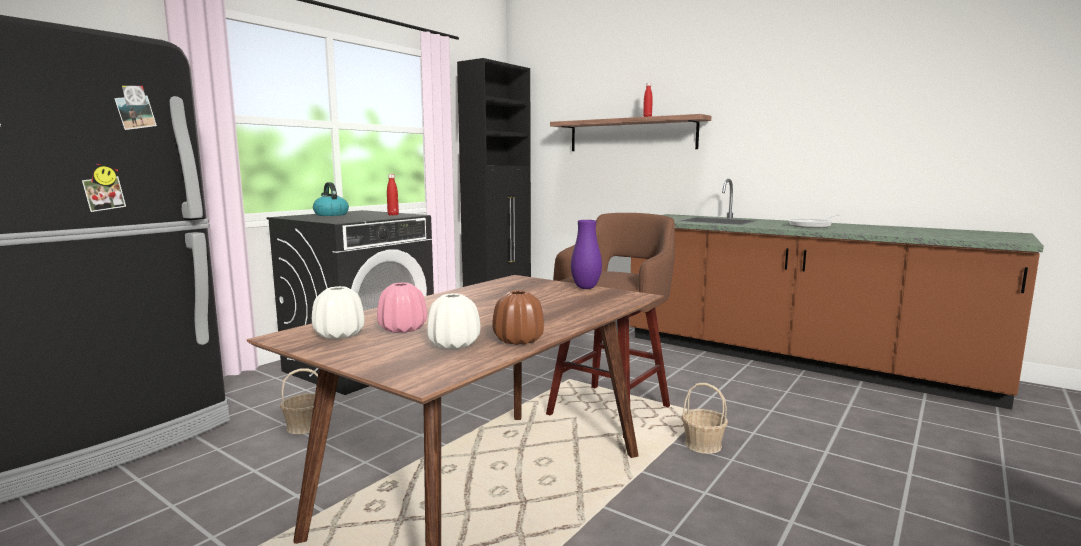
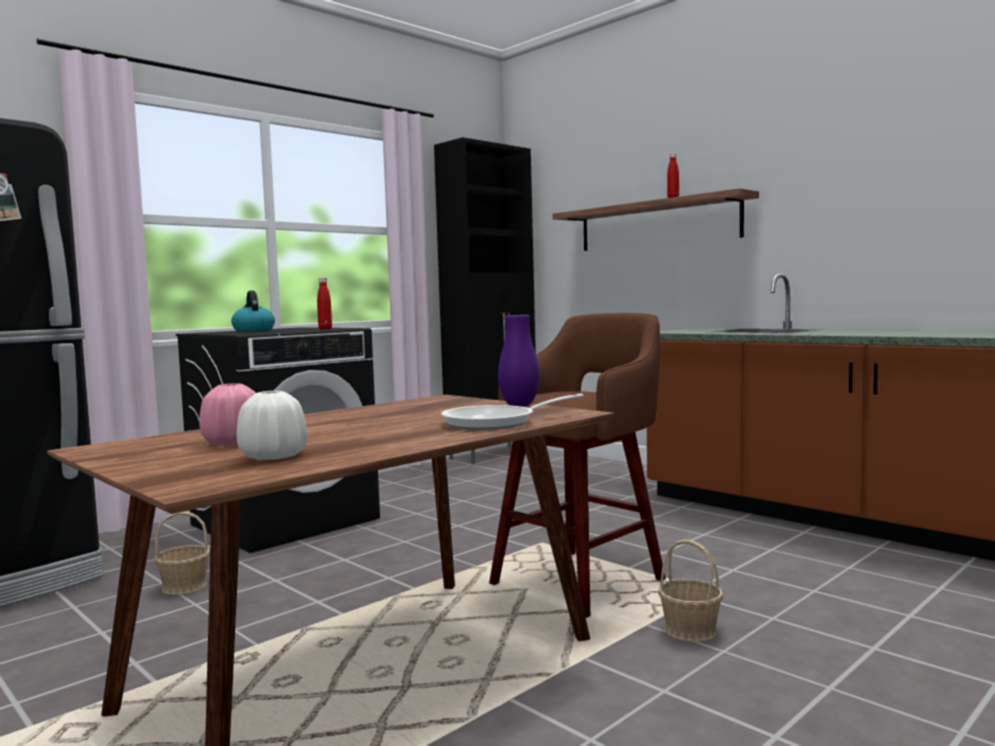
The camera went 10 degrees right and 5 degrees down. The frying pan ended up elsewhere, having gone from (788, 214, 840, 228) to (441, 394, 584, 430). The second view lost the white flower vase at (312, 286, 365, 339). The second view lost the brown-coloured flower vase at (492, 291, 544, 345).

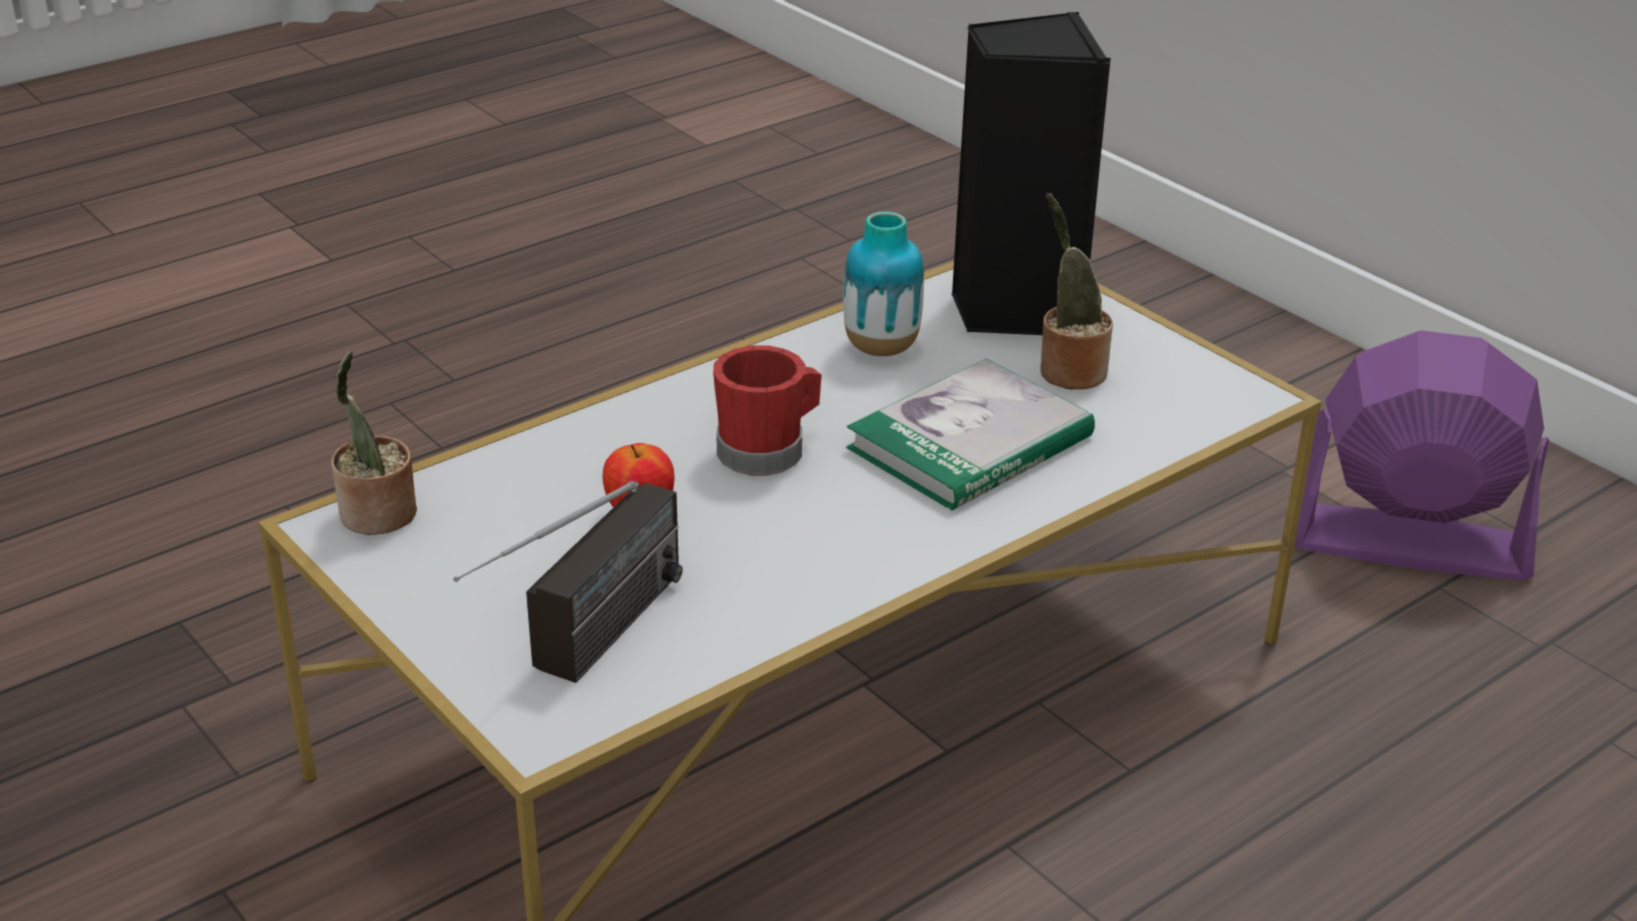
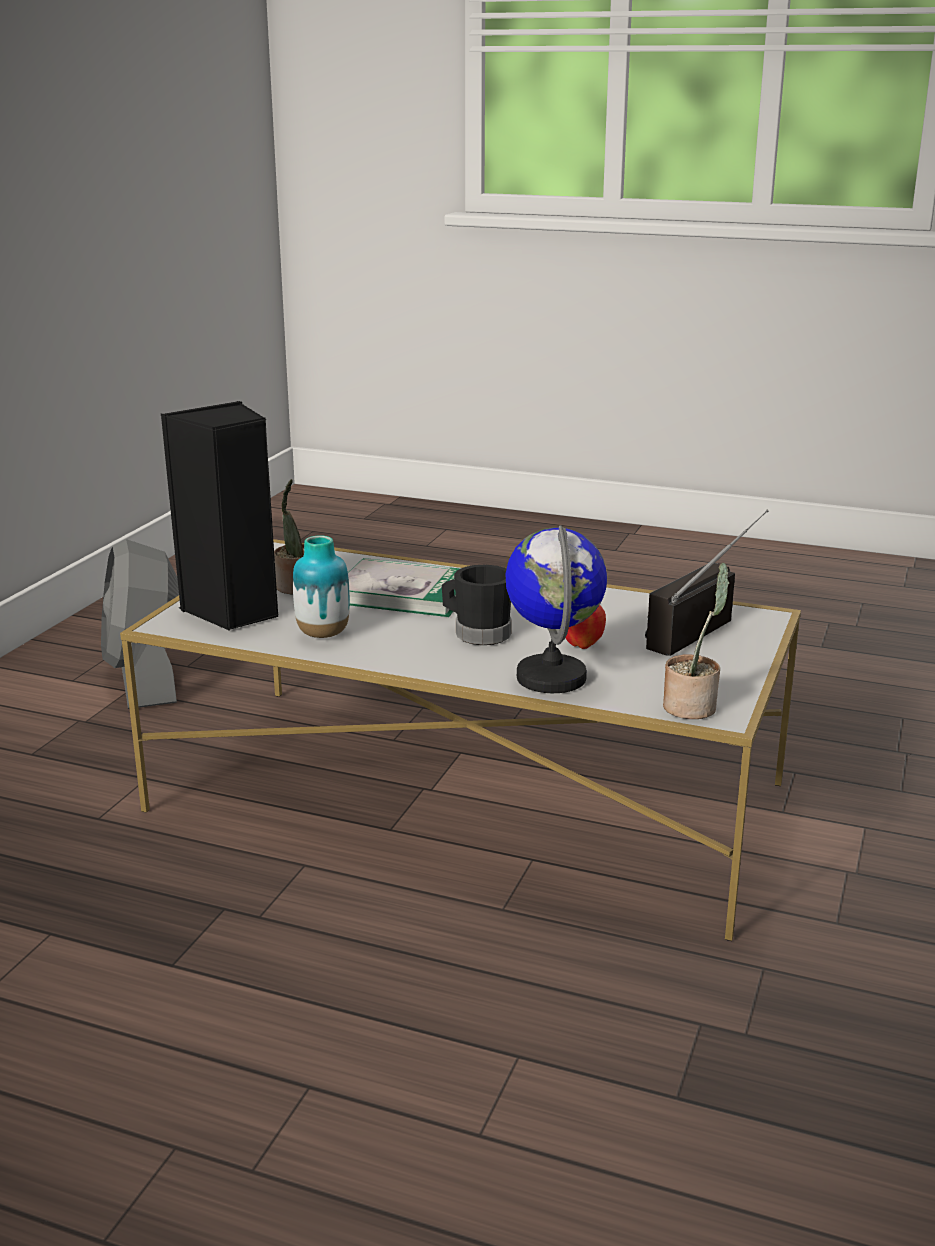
The camera went 120 degrees left and 10 degrees down. What was the purplish fan at (1294, 330, 1549, 581) turned into the greyish fan at (101, 539, 179, 709). What was the reddish mug at (713, 345, 822, 476) turned into the blackish mug at (442, 565, 512, 645). The second view gained the desk globe at (505, 525, 607, 693). The radio set at (453, 481, 683, 683) ended up facing another way, 45 degrees counterclockwise from before.

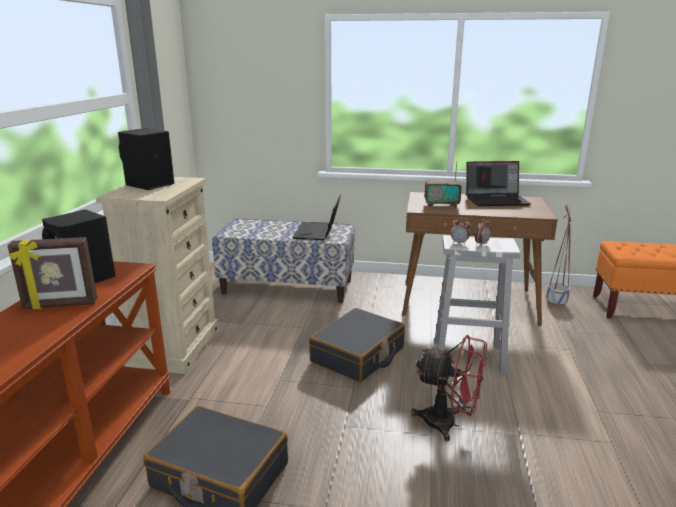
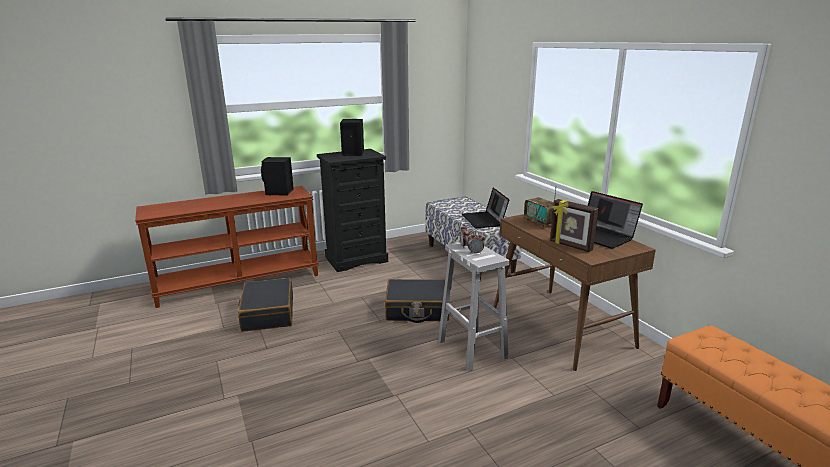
The camera went 55 degrees right and 0 degrees up. What was the beige-coloured drawer chest at (96, 177, 219, 374) turned into the blackish drawer chest at (317, 149, 388, 272). The portable computer at (292, 194, 341, 240) ended up facing another way, 75 degrees counterclockwise from before. The photo frame ended up elsewhere, having gone from (7, 237, 97, 310) to (550, 199, 598, 252). The second view lost the reddish fan at (411, 335, 487, 441). The second view lost the planter at (546, 205, 571, 307).

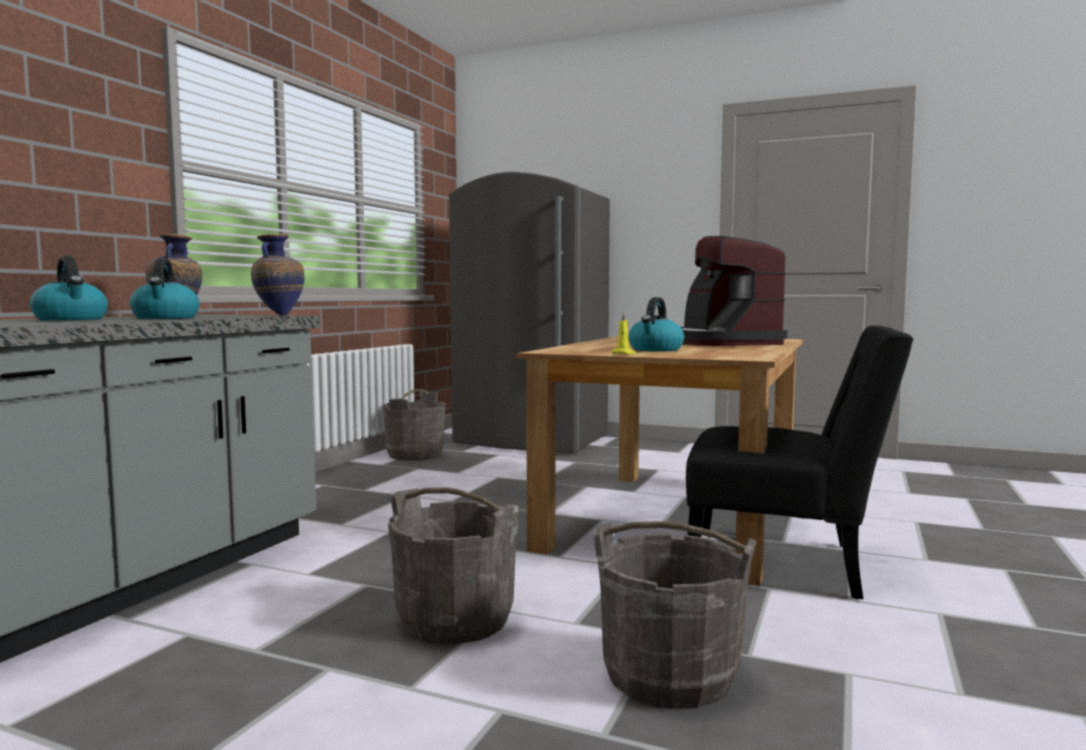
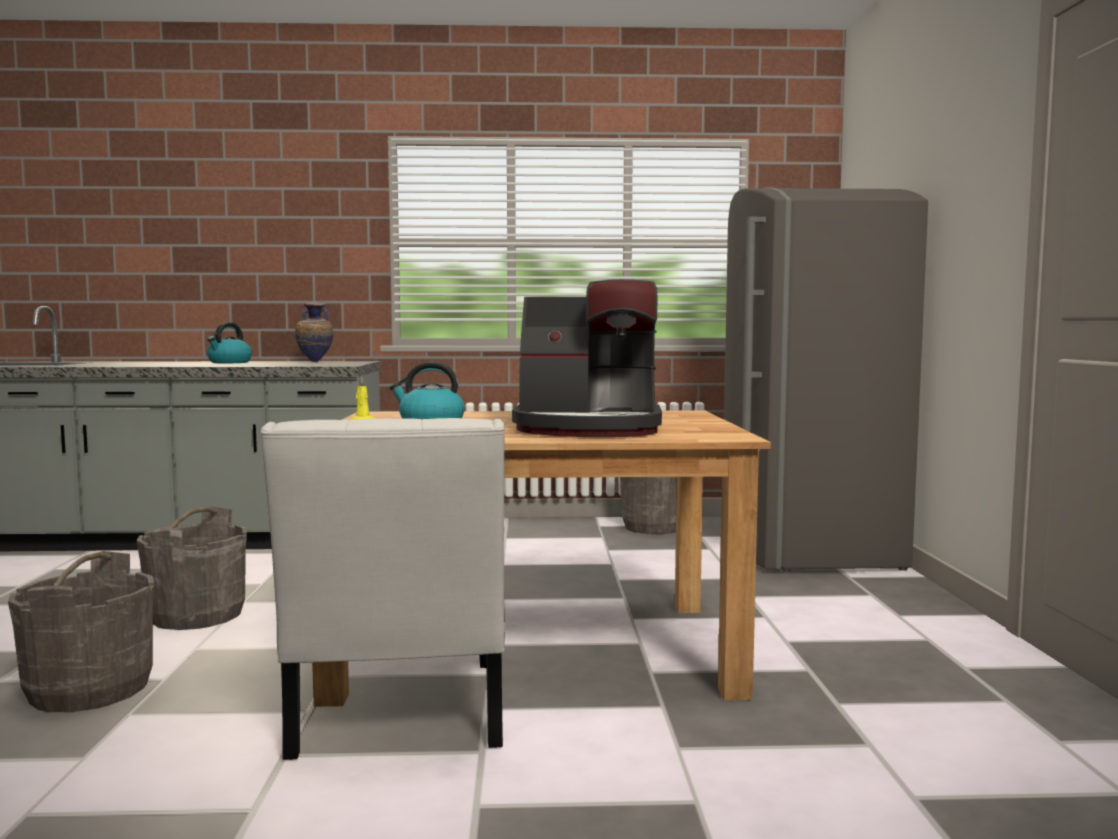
The camera went 65 degrees right and 0 degrees up. What was the blackish plain chair at (686, 325, 914, 599) turned into the white plain chair at (261, 418, 505, 760). The coffee brewer at (681, 236, 788, 346) ended up facing another way, 135 degrees counterclockwise from before. The second view lost the tea kettle at (129, 258, 200, 319). The second view lost the flower vase at (251, 234, 304, 316).

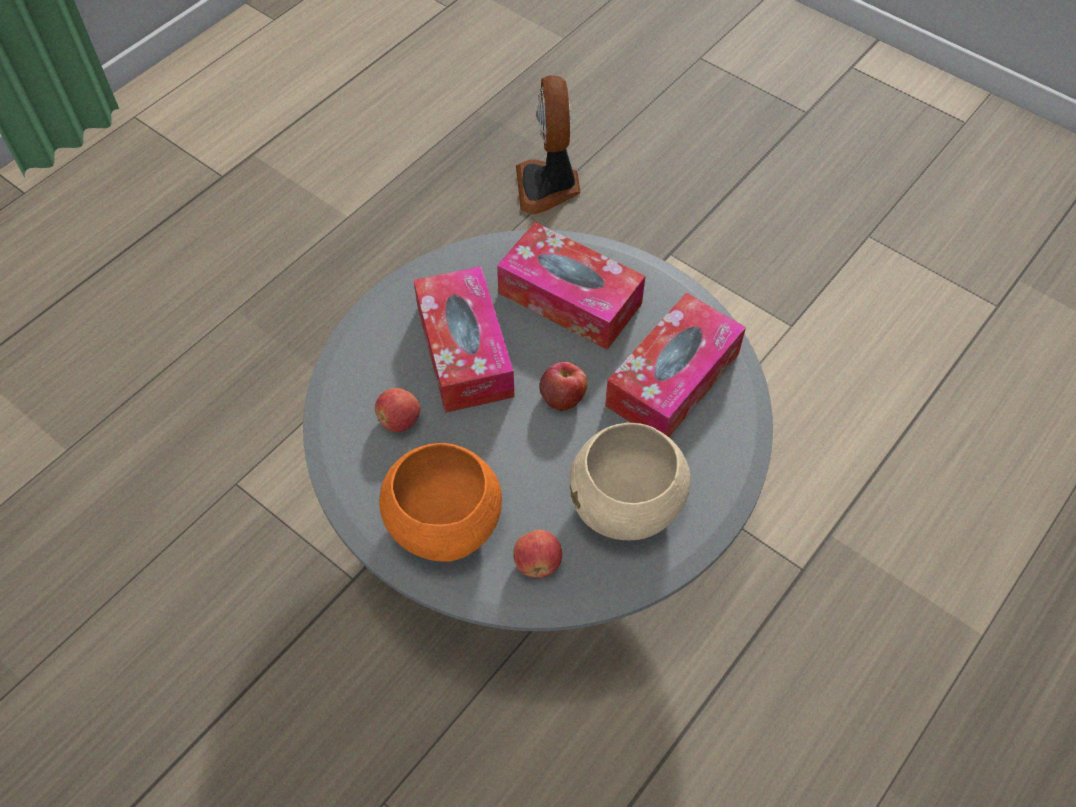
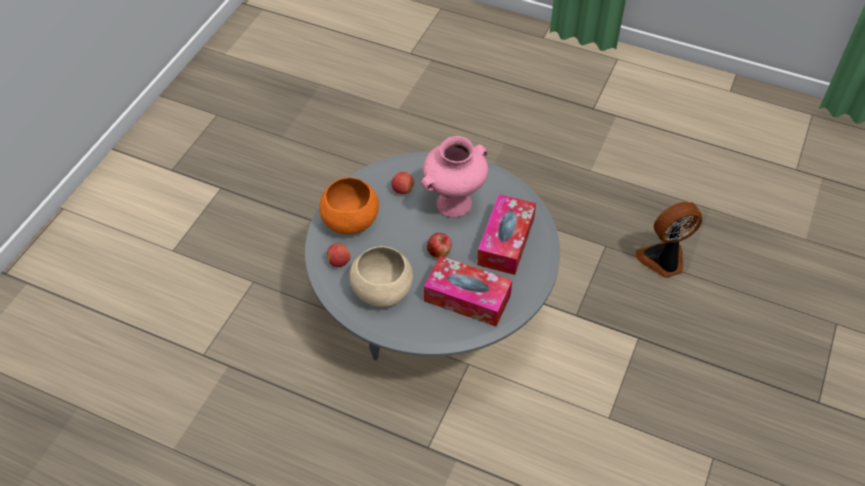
The camera went 75 degrees right and 5 degrees down. Where the tissue holder stood at (414, 266, 515, 413), the pinkish flower vase came to stand at (421, 136, 488, 217).

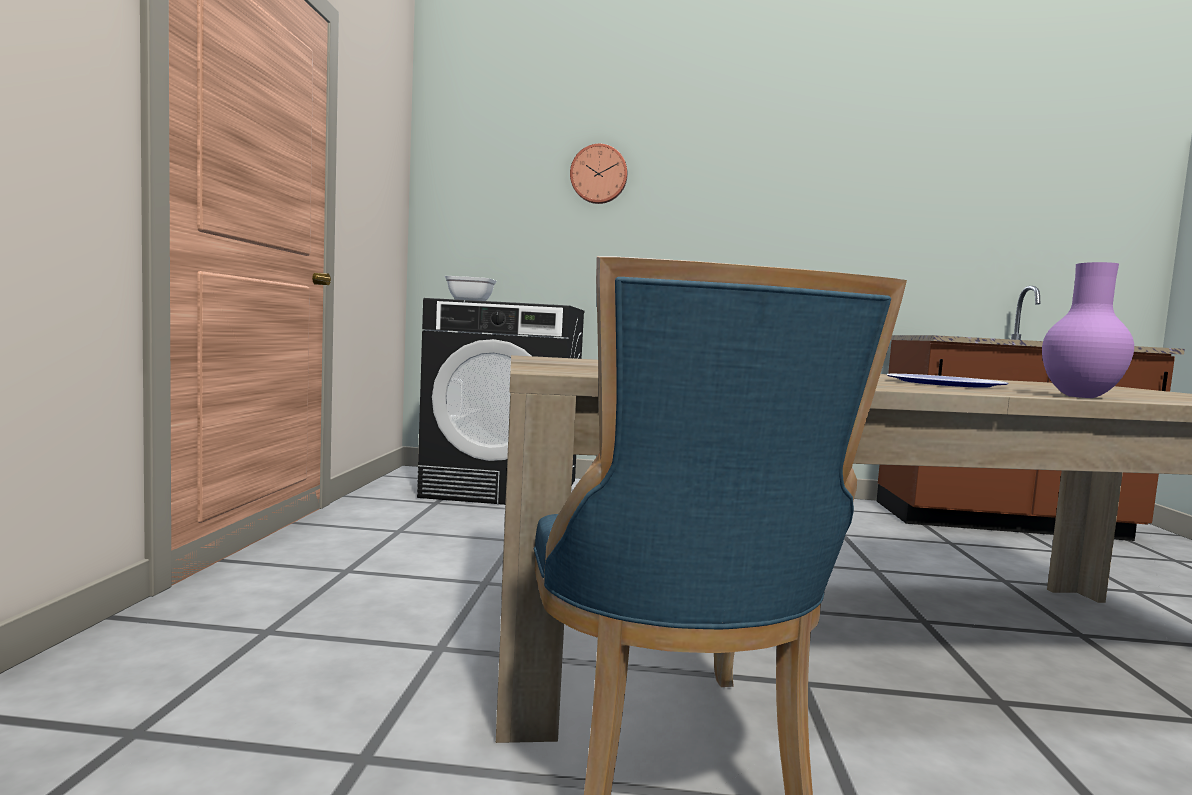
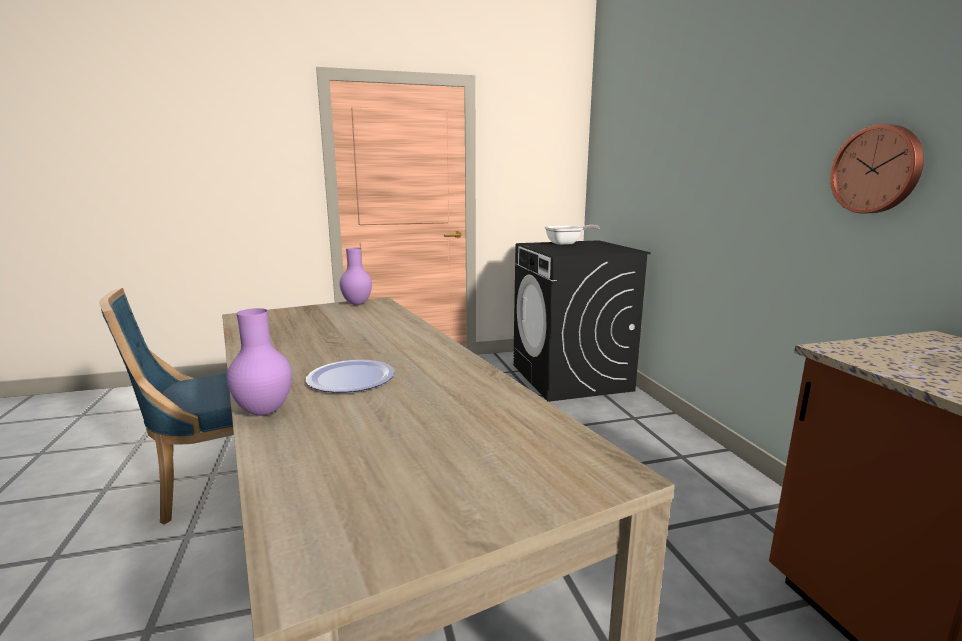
The camera went 70 degrees right and 10 degrees up. The second view gained the purplish flower vase at (339, 248, 372, 305). The hanging clock ended up elsewhere, having gone from (570, 144, 628, 204) to (830, 124, 924, 213).

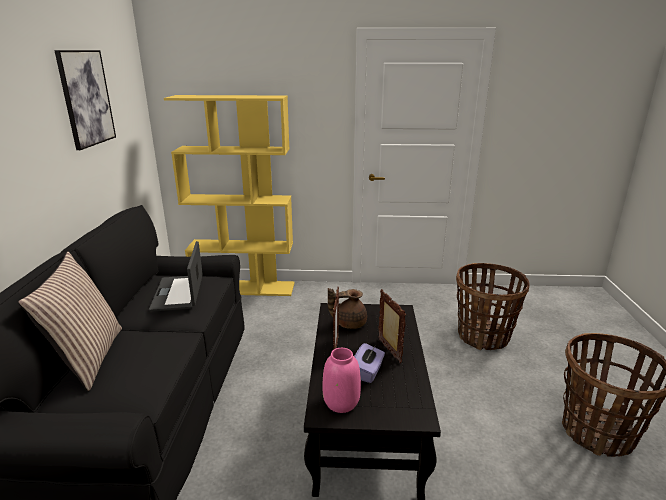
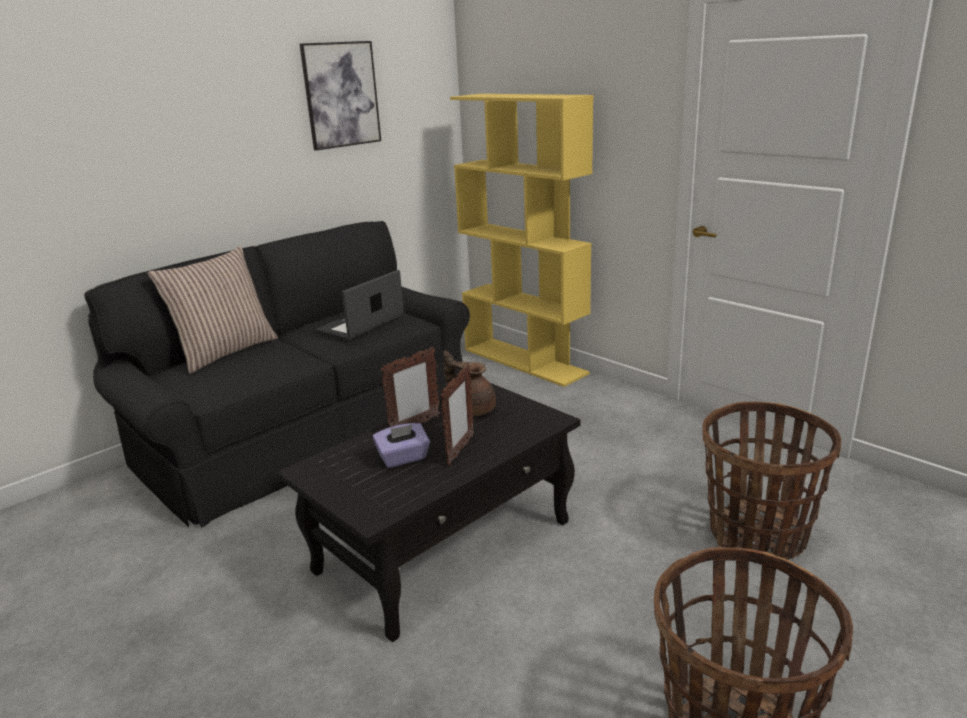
The camera went 45 degrees right and 0 degrees up. The second view lost the pinkish flower vase at (323, 348, 361, 413).

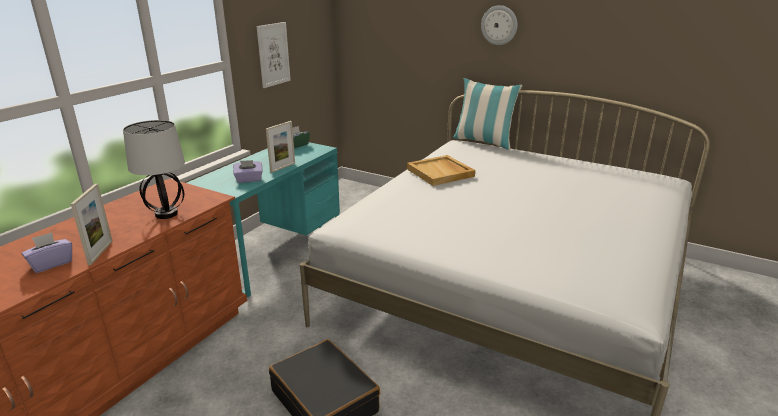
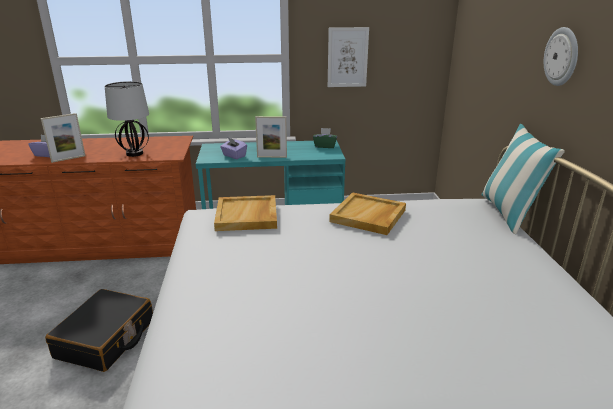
The camera went 55 degrees right and 0 degrees up. The second view gained the beige-coloured serving tray at (214, 195, 277, 231).

